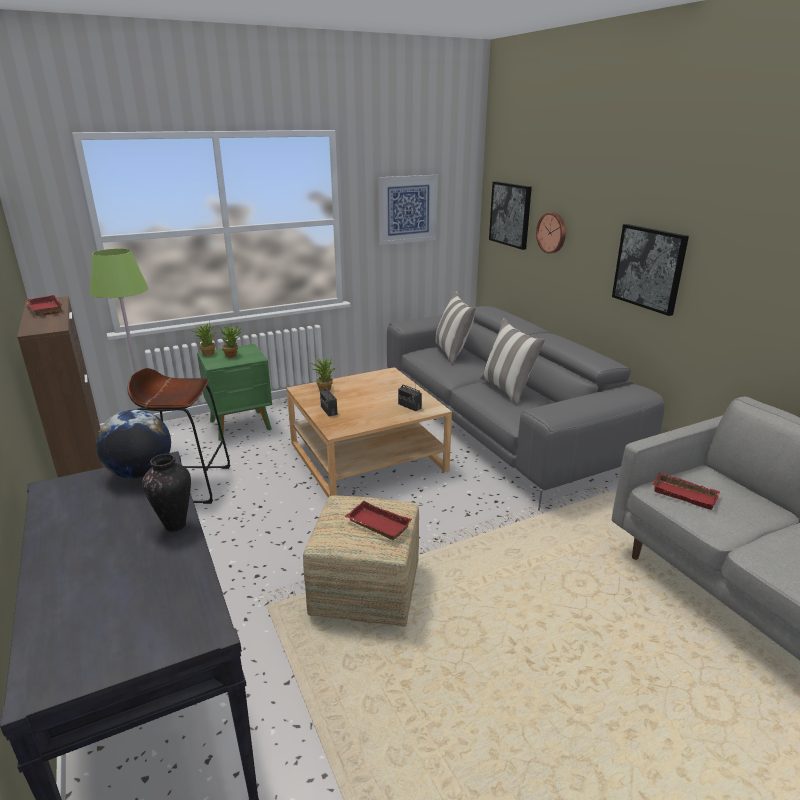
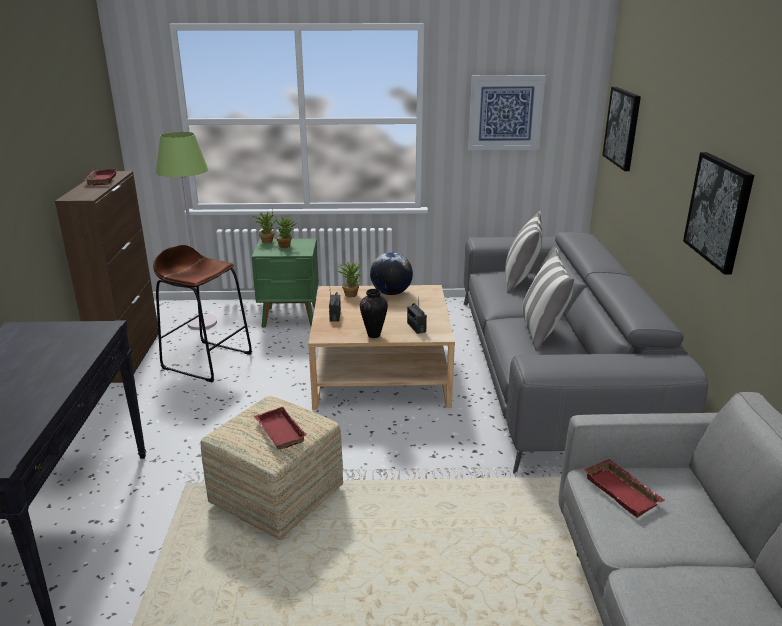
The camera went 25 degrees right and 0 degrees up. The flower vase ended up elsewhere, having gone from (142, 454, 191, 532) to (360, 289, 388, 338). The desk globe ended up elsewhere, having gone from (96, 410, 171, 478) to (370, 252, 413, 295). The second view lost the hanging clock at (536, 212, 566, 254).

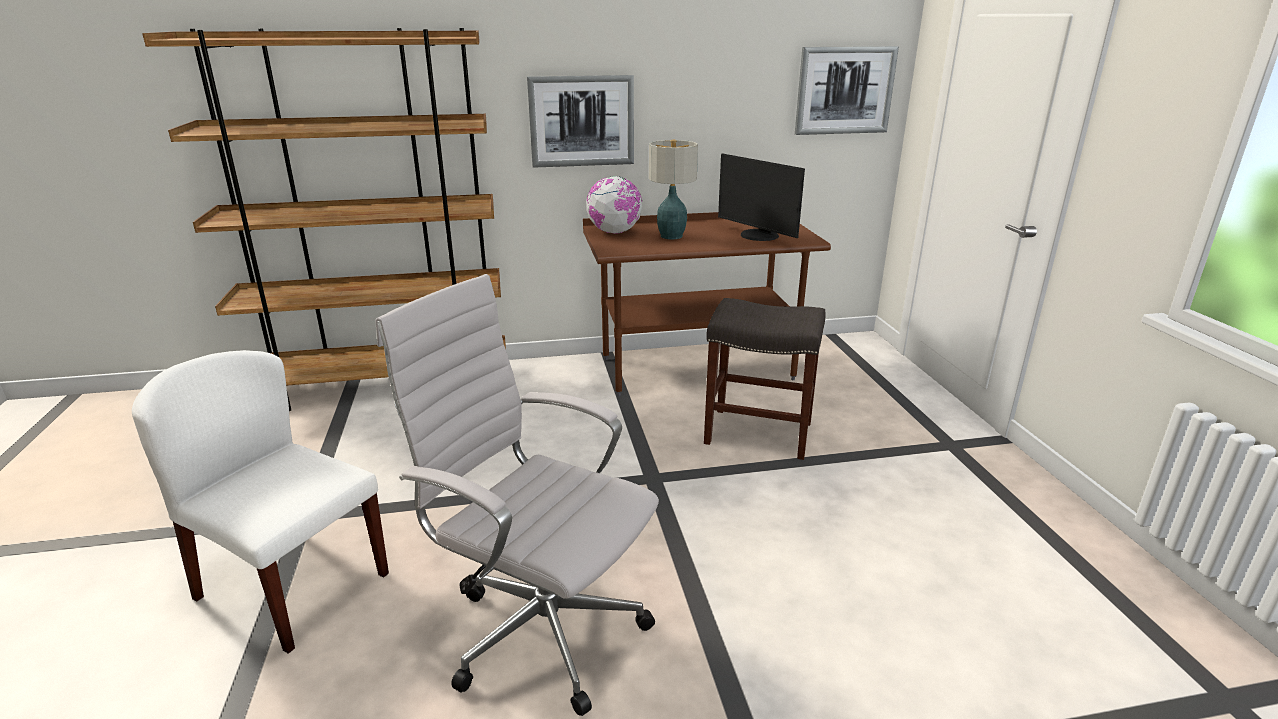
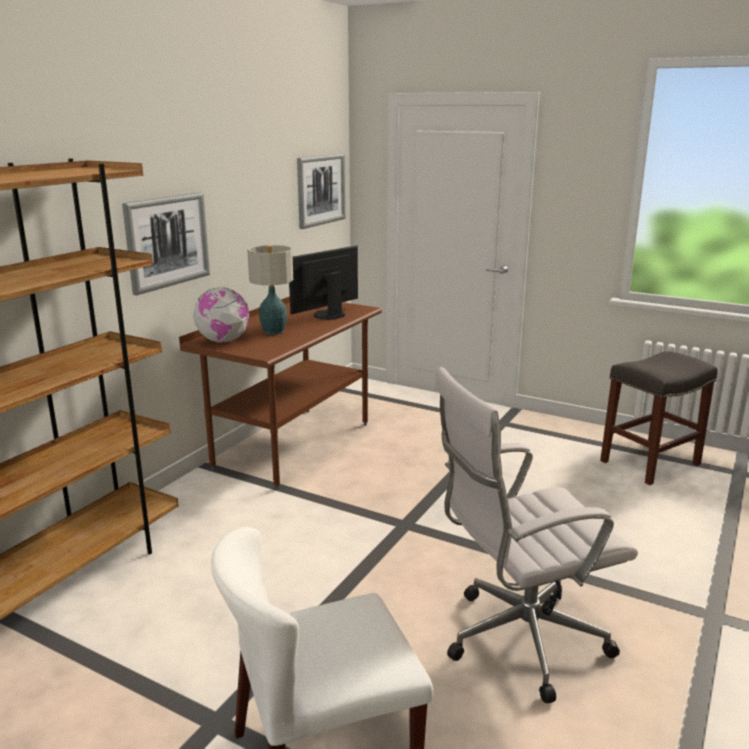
The camera went 50 degrees left and 5 degrees down. The computer screen at (718, 153, 805, 241) ended up facing another way, 135 degrees clockwise from before. The greyish stool ended up elsewhere, having gone from (704, 298, 825, 460) to (600, 351, 718, 485).

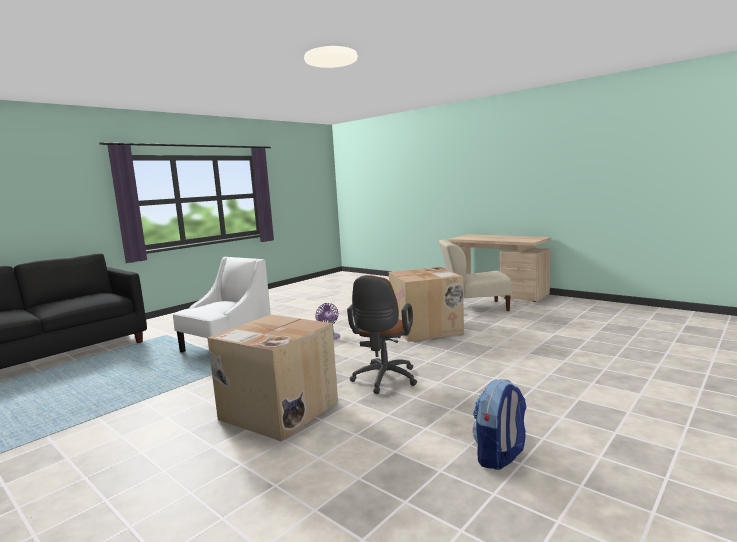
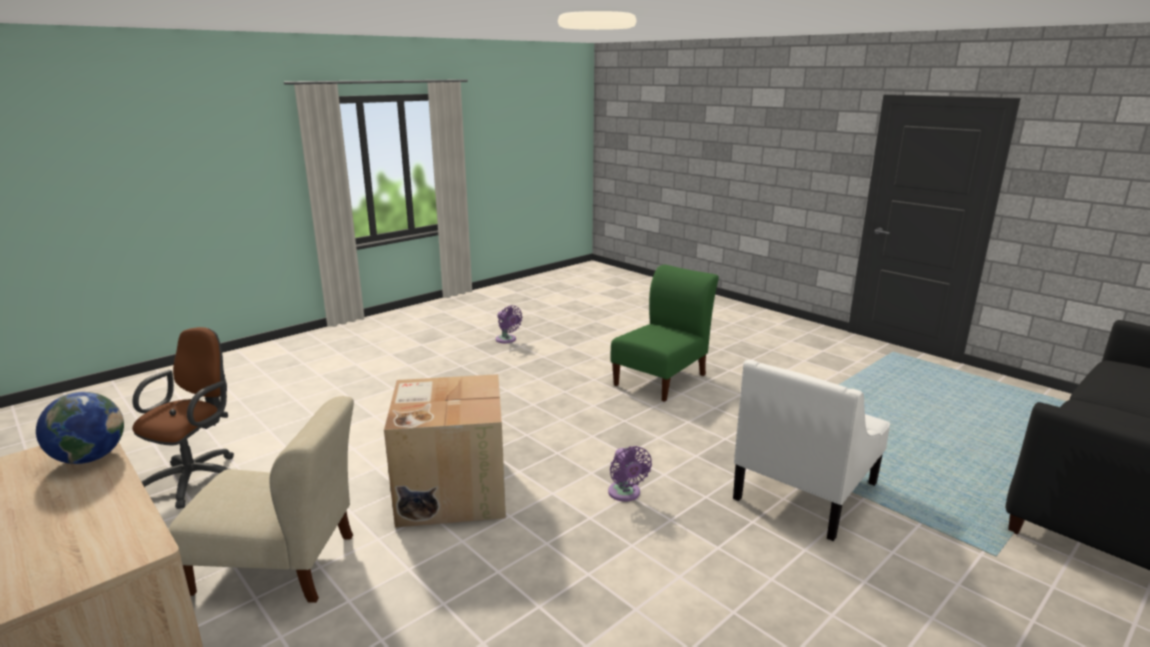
The camera went 175 degrees left and 10 degrees up. The second view gained the desk globe at (36, 392, 124, 464). The brown-coloured desk chair ended up elsewhere, having gone from (347, 275, 417, 394) to (132, 327, 234, 509). Where the backpack stood at (473, 379, 527, 470), the purplish fan came to stand at (496, 305, 523, 343). Where the cardboard box stood at (207, 314, 338, 442), the green-coloured plain chair came to stand at (610, 265, 719, 402).

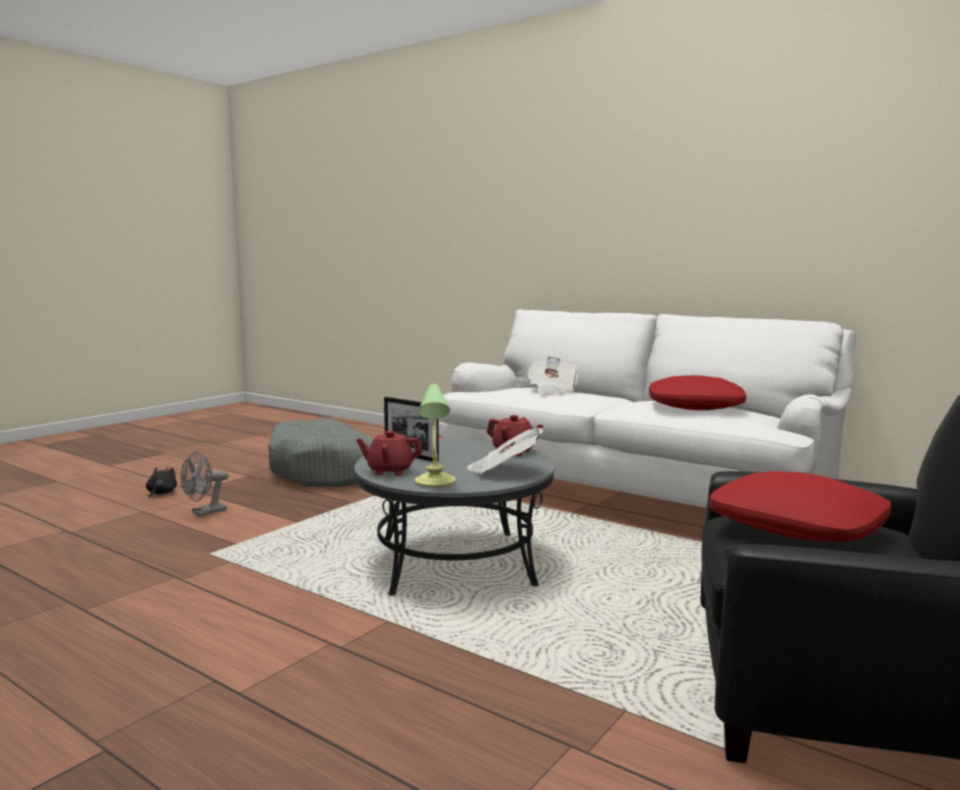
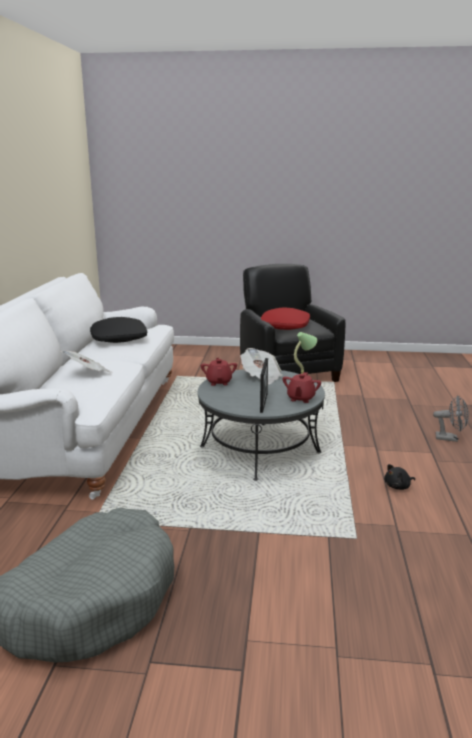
The camera went 120 degrees left and 10 degrees up. What was the reddish cushion at (649, 375, 746, 410) turned into the blackish cushion at (90, 317, 147, 343). The reddish pot for tea at (356, 431, 423, 476) ended up facing another way, 45 degrees clockwise from before. The blackish soft toy ended up elsewhere, having gone from (146, 467, 177, 499) to (384, 464, 415, 490). The greyish fan ended up elsewhere, having gone from (180, 451, 228, 517) to (433, 395, 469, 442).

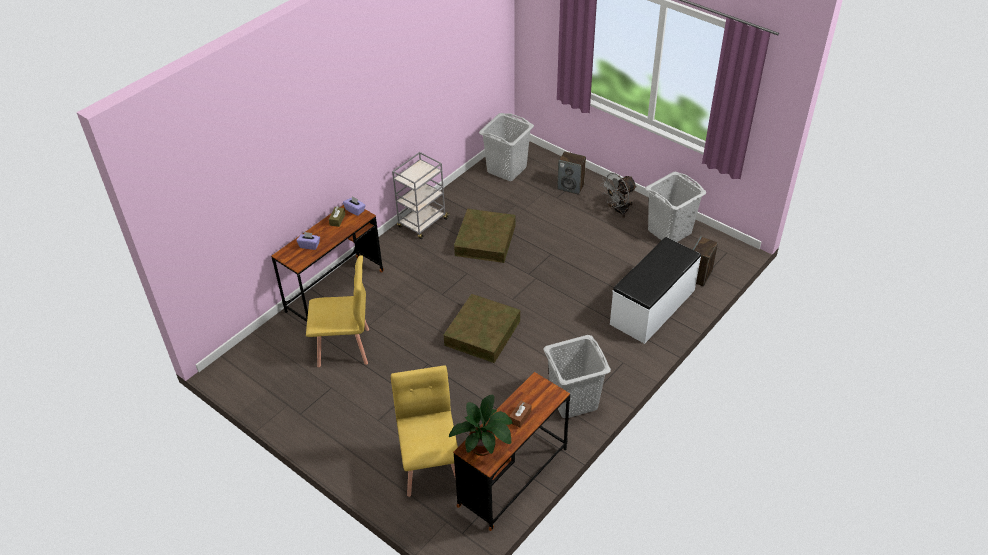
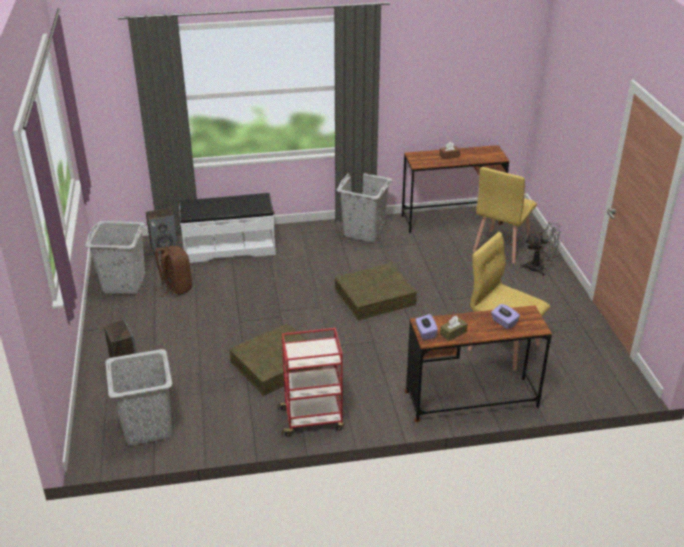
The camera went 140 degrees left and 10 degrees down. The second view gained the brown-coloured backpack at (155, 246, 192, 297). What was the greyish cart at (392, 152, 450, 239) turned into the reddish cart at (277, 328, 344, 437). The greyish fan ended up elsewhere, having gone from (600, 173, 637, 218) to (520, 222, 561, 276). The second view lost the plant in a pot at (449, 395, 513, 456).

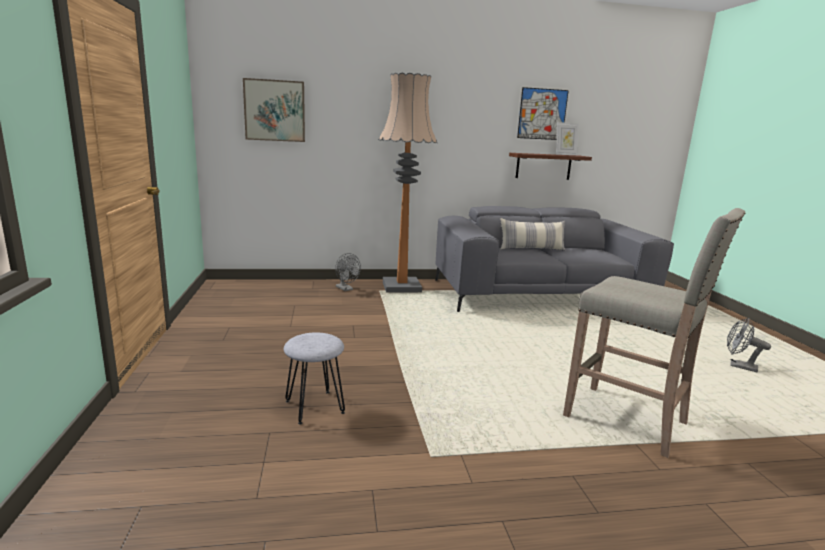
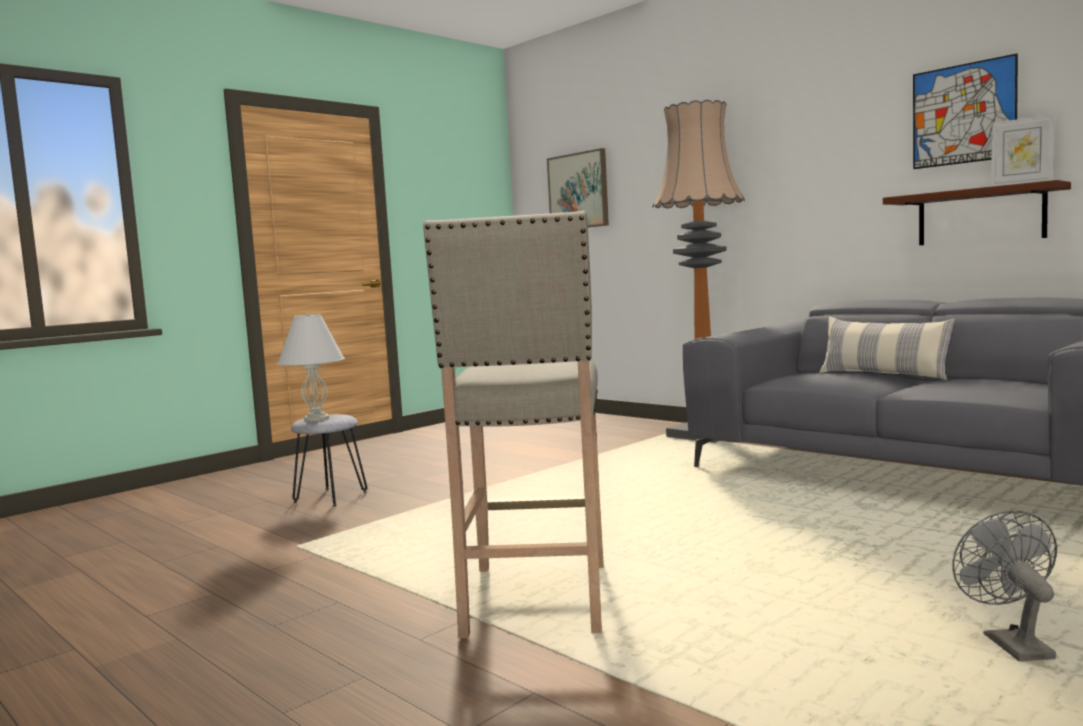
The camera went 55 degrees right and 10 degrees down. The second view gained the white lamp for a table at (278, 313, 345, 421). The second view lost the greyish fan at (335, 253, 361, 291).

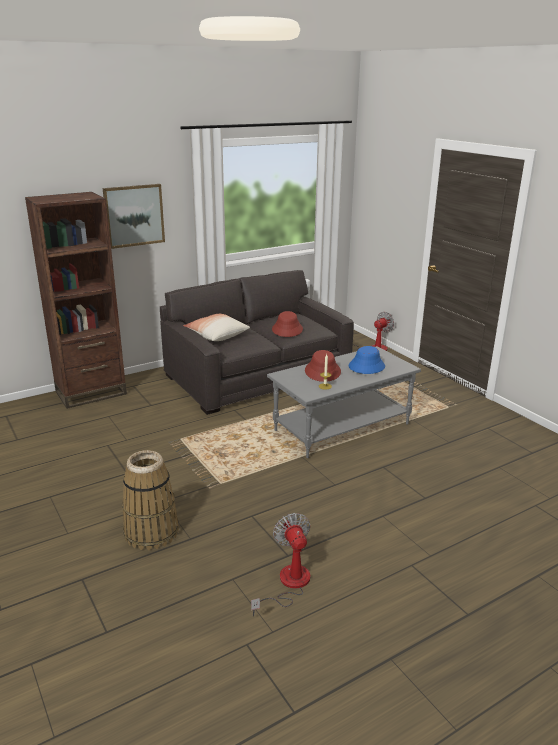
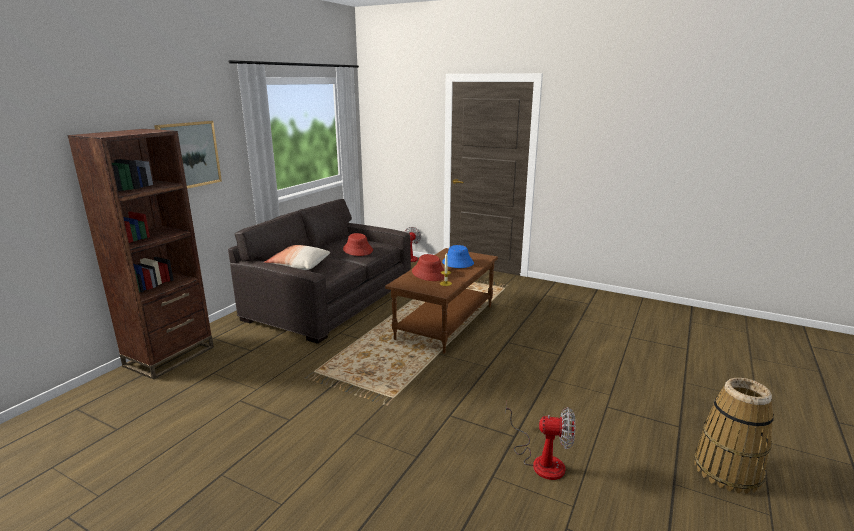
The camera went 30 degrees left and 5 degrees down. What was the greyish lounge table at (267, 346, 421, 458) turned into the brown-coloured lounge table at (385, 248, 498, 354). The fan at (251, 513, 310, 616) ended up facing another way, 150 degrees clockwise from before. The basket ended up elsewhere, having gone from (122, 450, 179, 550) to (694, 378, 774, 494).

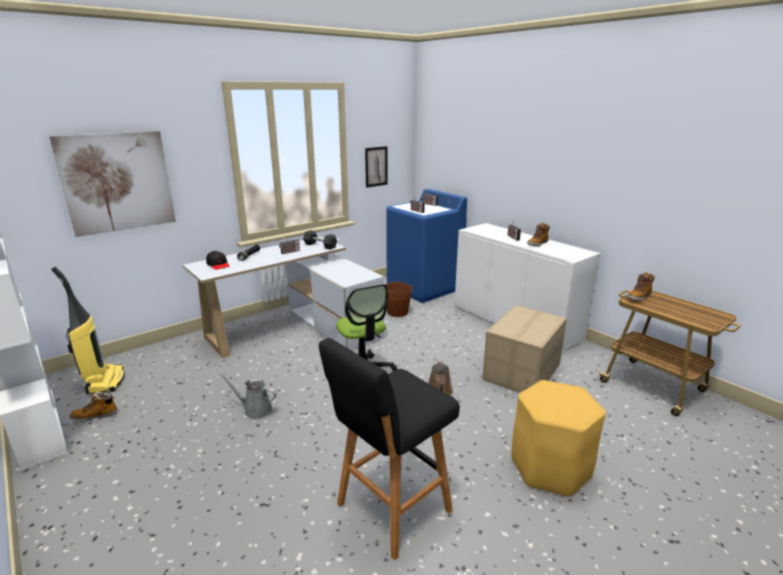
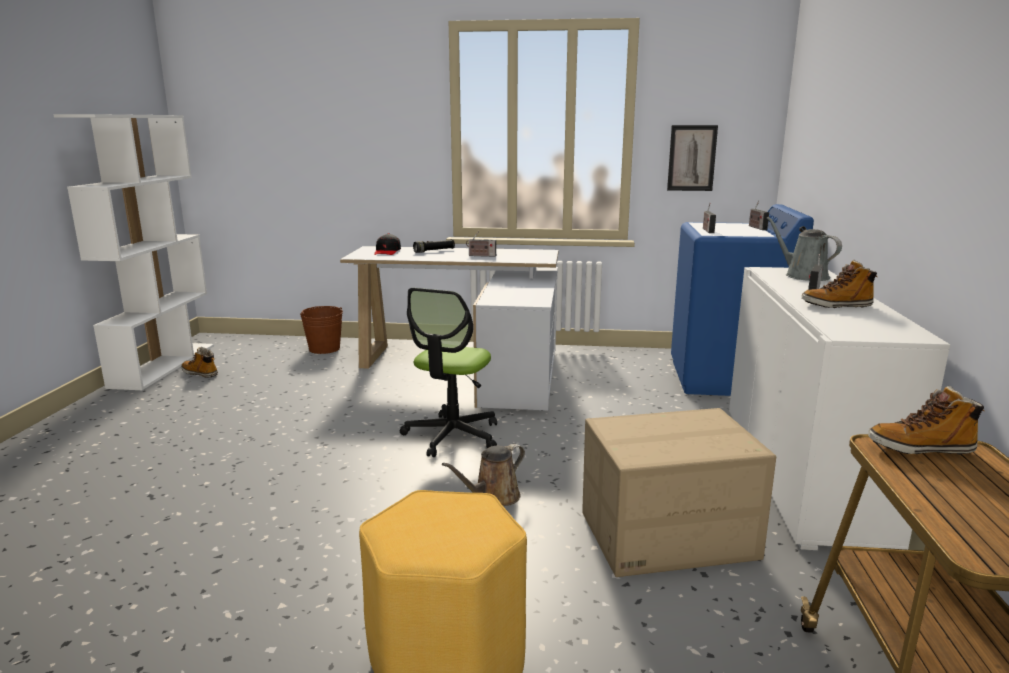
The camera went 45 degrees right and 5 degrees down. The brown-coloured pail ended up elsewhere, having gone from (385, 281, 412, 317) to (300, 306, 343, 354). The greyish sprinkling can ended up elsewhere, having gone from (220, 373, 277, 419) to (767, 217, 842, 281). The second view lost the picture at (49, 131, 176, 237). The second view lost the vacuum cleaner at (51, 267, 124, 394). The second view lost the greyish hand weight at (303, 230, 337, 250). The second view lost the blackish stool at (319, 338, 460, 560).

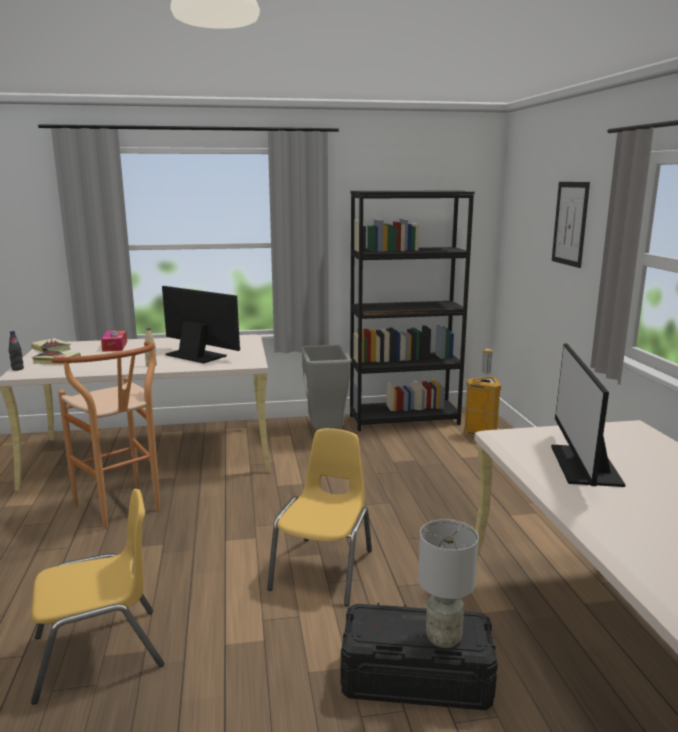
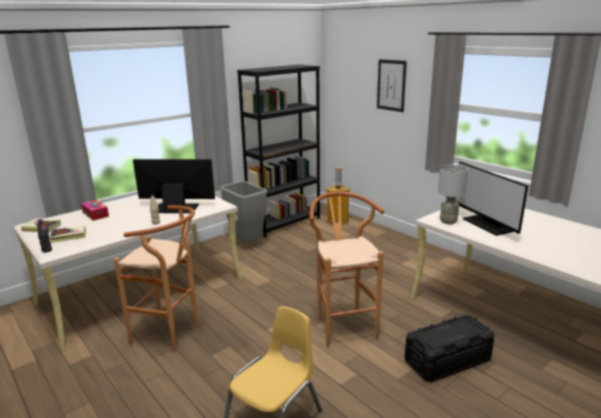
The camera went 30 degrees left and 5 degrees up. Where the yellowish plain chair stood at (267, 428, 372, 606), the brown-coloured stool came to stand at (309, 191, 384, 347). The greyish lamp for a table ended up elsewhere, having gone from (418, 519, 479, 648) to (438, 165, 468, 224).

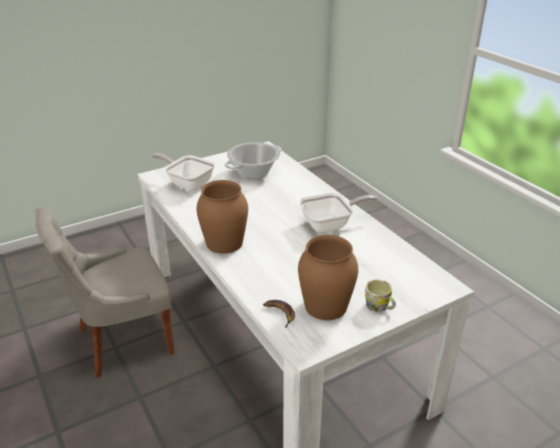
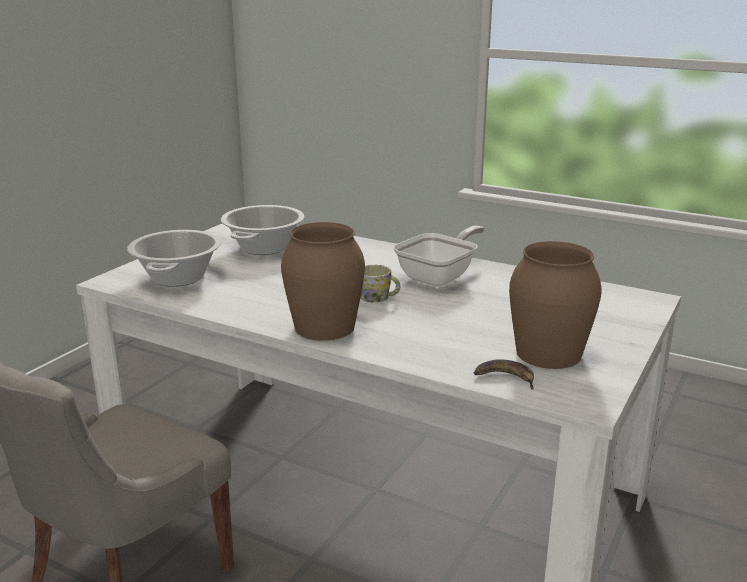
The camera went 30 degrees left and 10 degrees down. Where the frying pan stood at (152, 153, 215, 191), the saucepot came to stand at (127, 230, 222, 287). The mug ended up elsewhere, having gone from (365, 280, 396, 312) to (361, 265, 400, 303).

